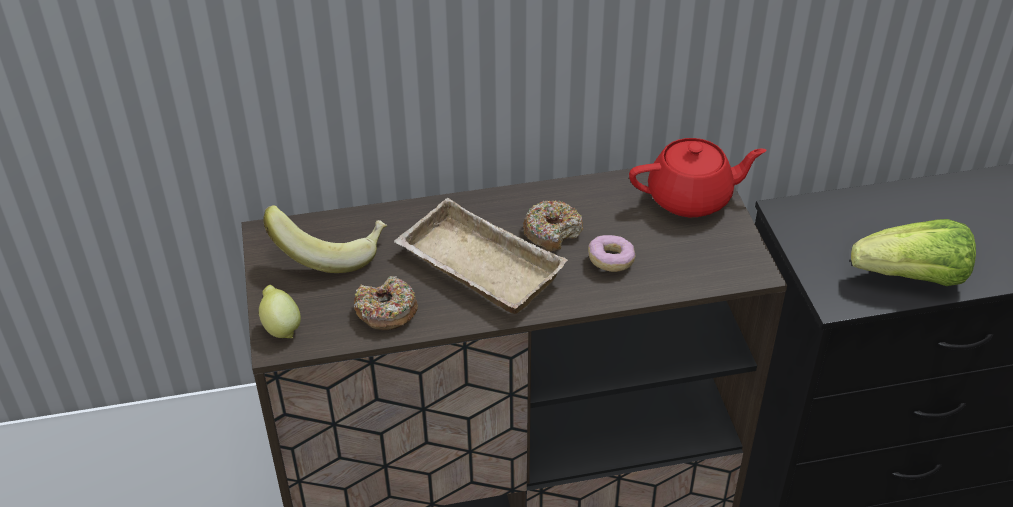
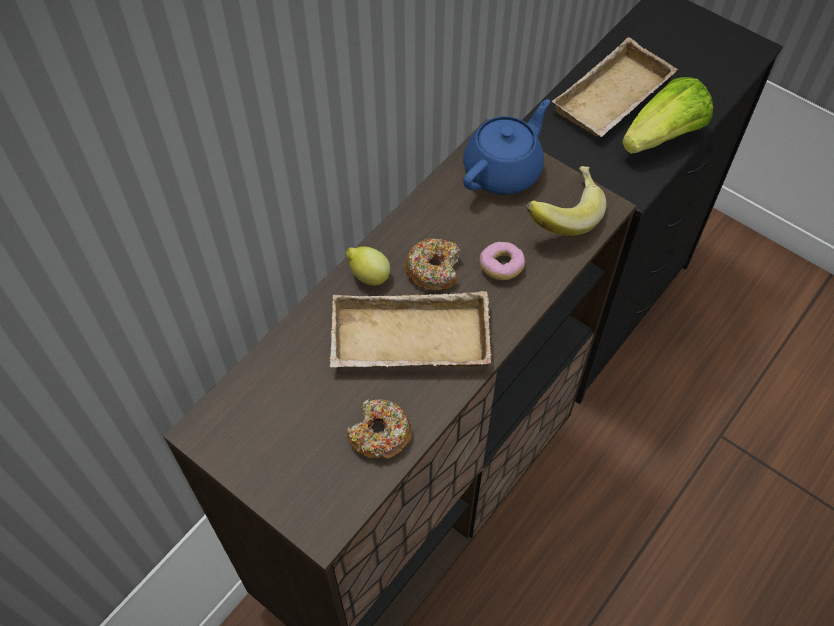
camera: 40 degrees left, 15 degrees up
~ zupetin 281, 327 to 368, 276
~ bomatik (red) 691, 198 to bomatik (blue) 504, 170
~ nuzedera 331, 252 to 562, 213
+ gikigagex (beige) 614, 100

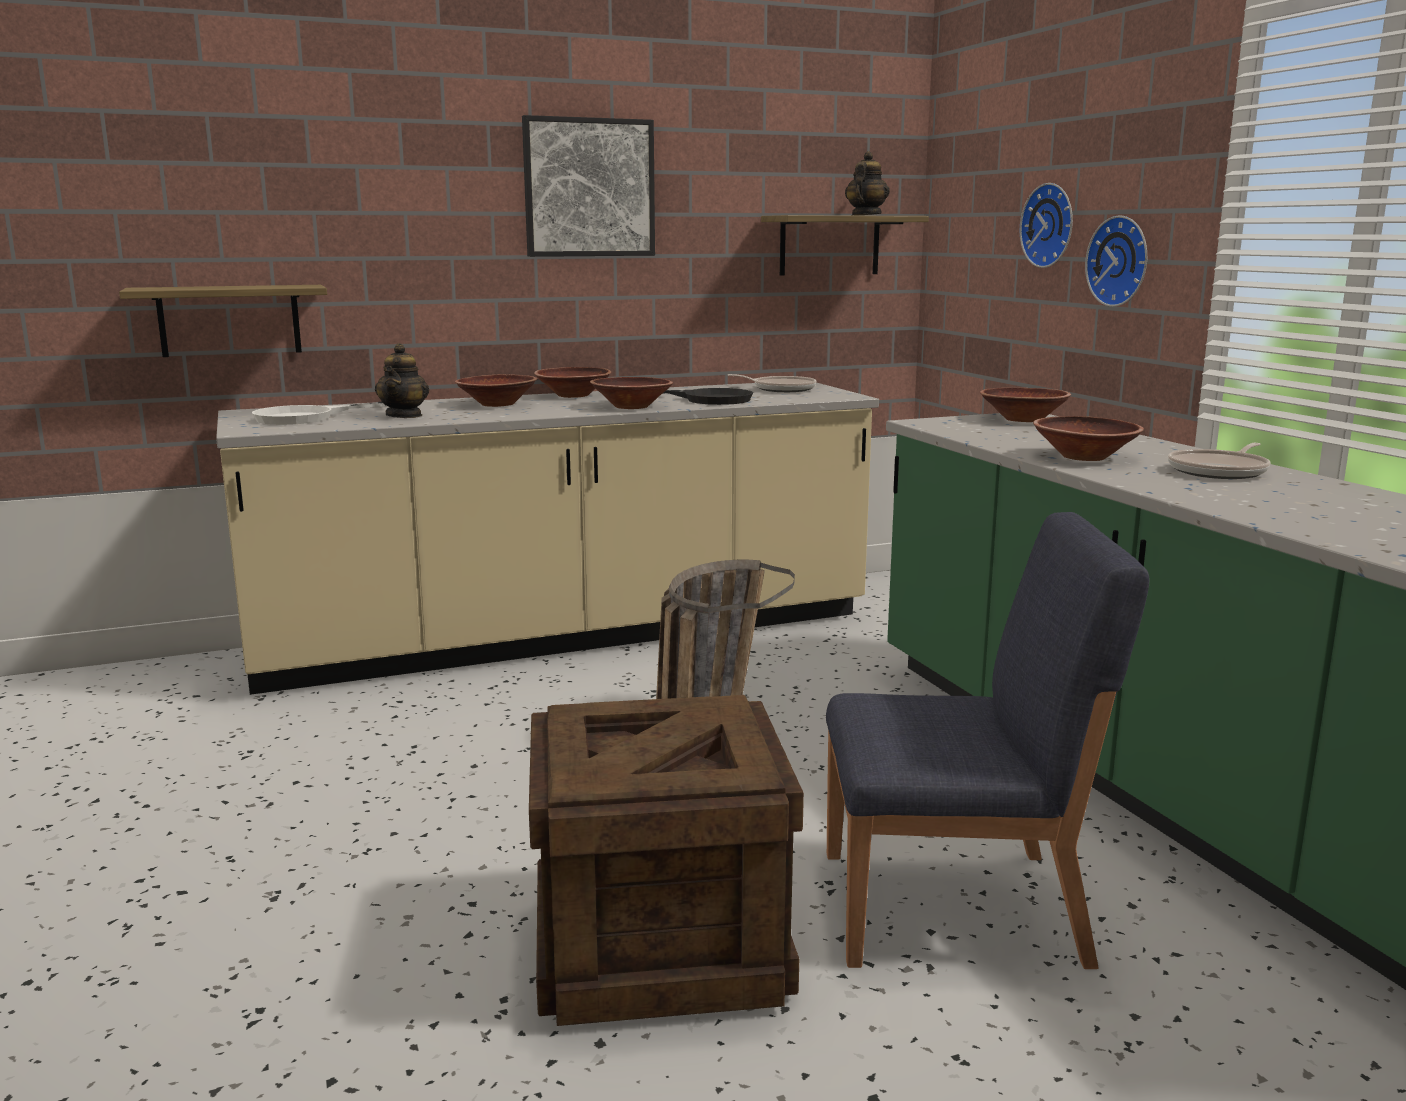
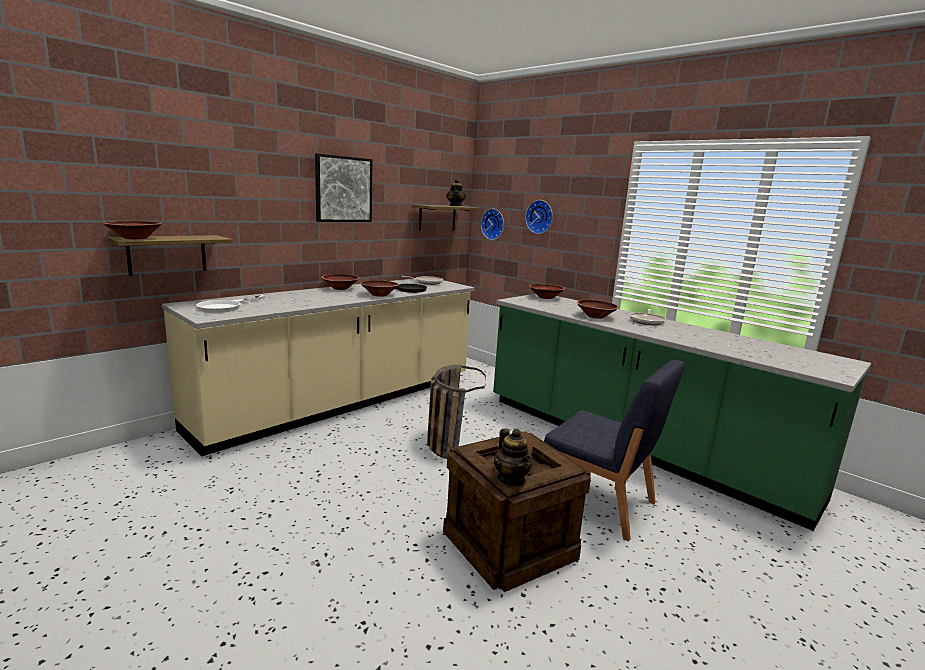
camera: 25 degrees left, 0 degrees up
~ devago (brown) 497, 404 to 135, 238
~ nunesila 1121, 261 to 493, 224
~ bomatik 404, 415 to 511, 479
~ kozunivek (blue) 956, 907 = 599, 503 60 degrees clockwise

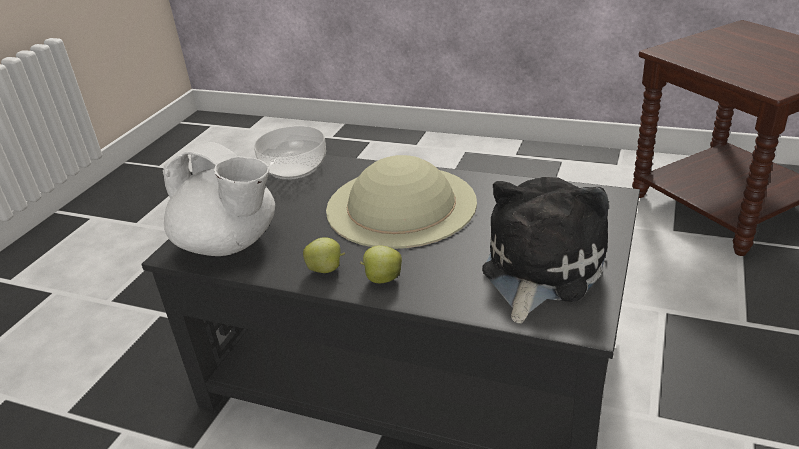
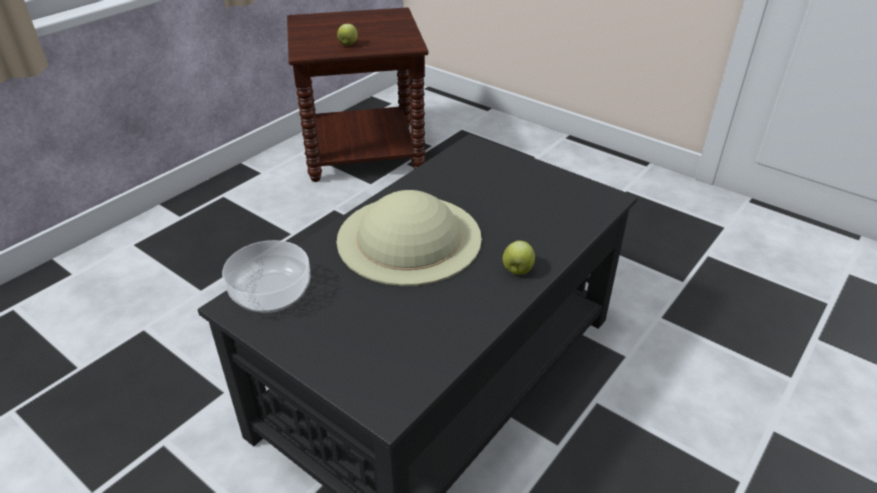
camera: 75 degrees left, 5 degrees up
~ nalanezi 326, 270 to 348, 44
- bomatik (white) 229, 244
- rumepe 539, 269

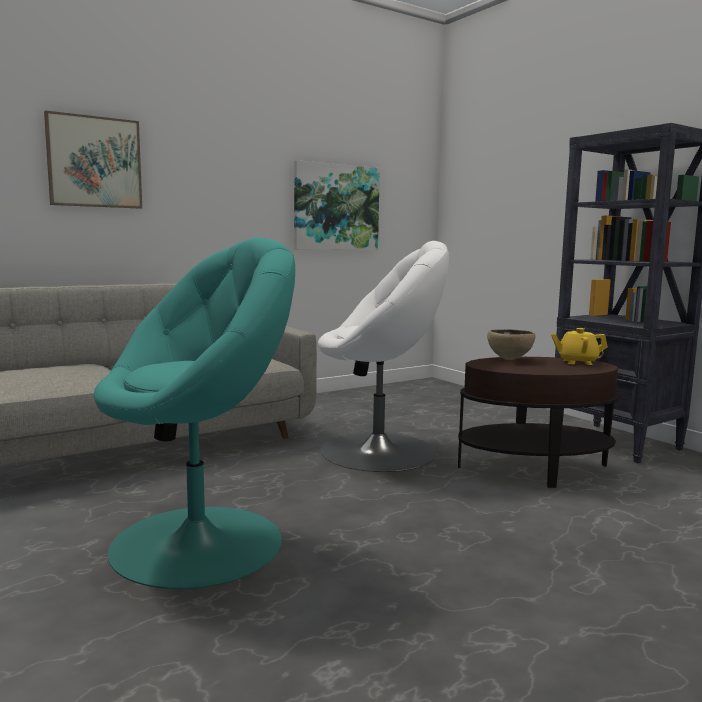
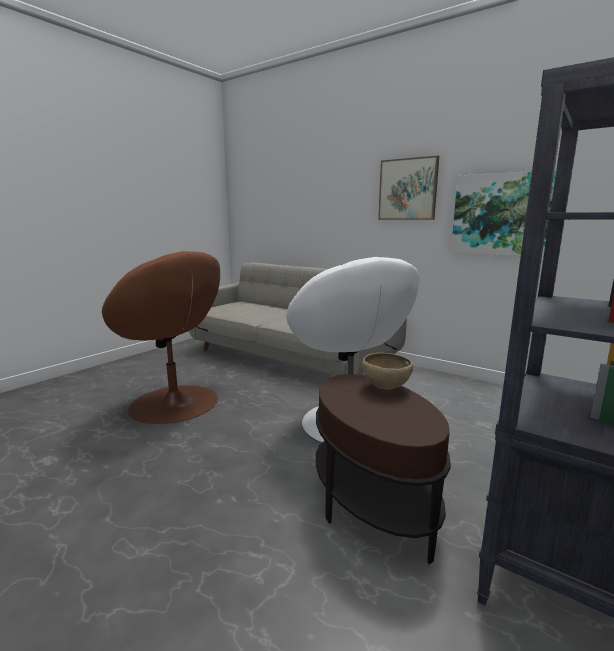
camera: 70 degrees right, 5 degrees up
~ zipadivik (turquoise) 200, 542 to zipadivik (brown) 175, 403
~ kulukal 94, 162 to 408, 189
- bomatik (yellow) 577, 362

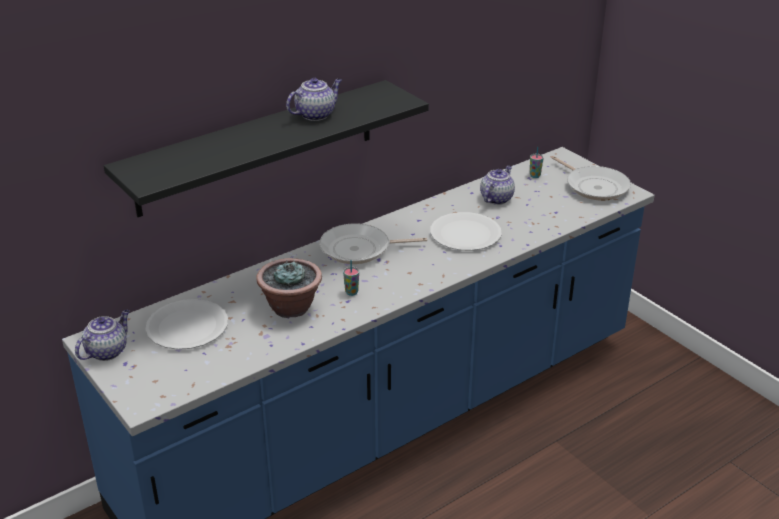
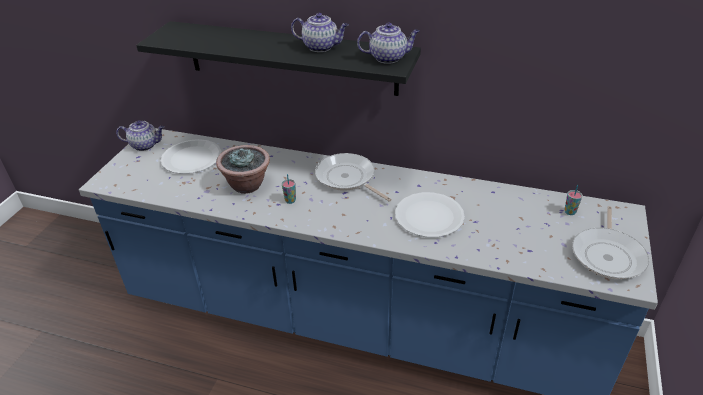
camera: 55 degrees right, 5 degrees up
~ bomatik 496, 198 to 388, 58

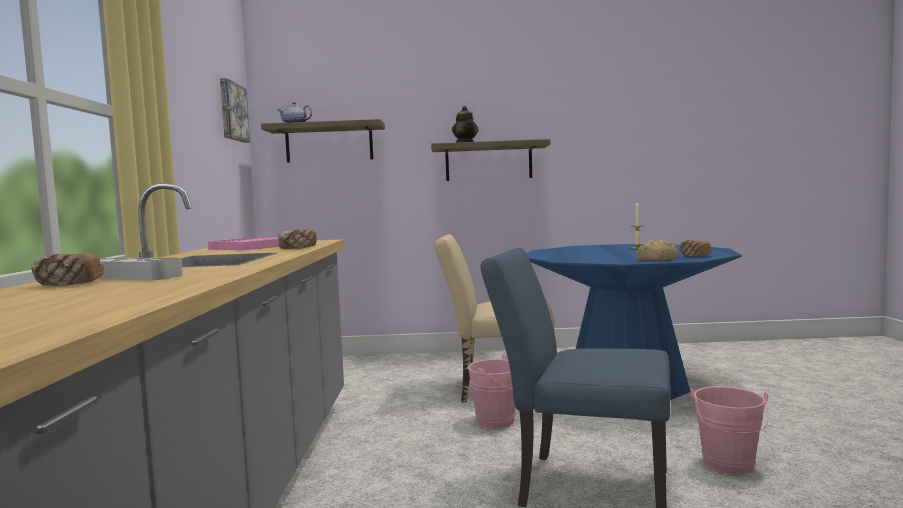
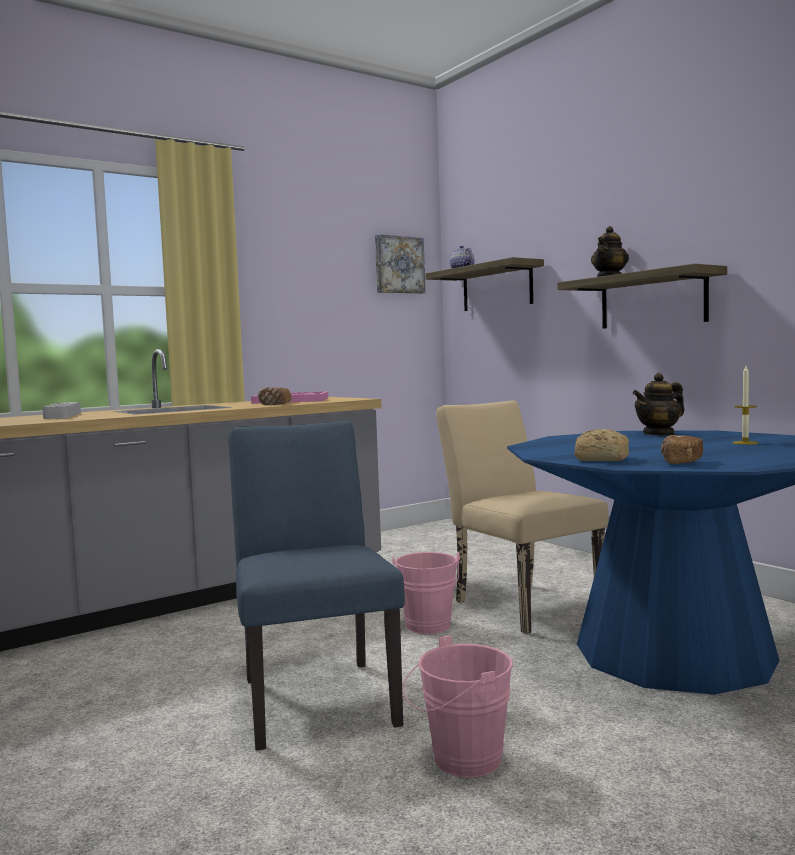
camera: 55 degrees right, 0 degrees up
+ bomatik 659, 434
- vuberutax 68, 284

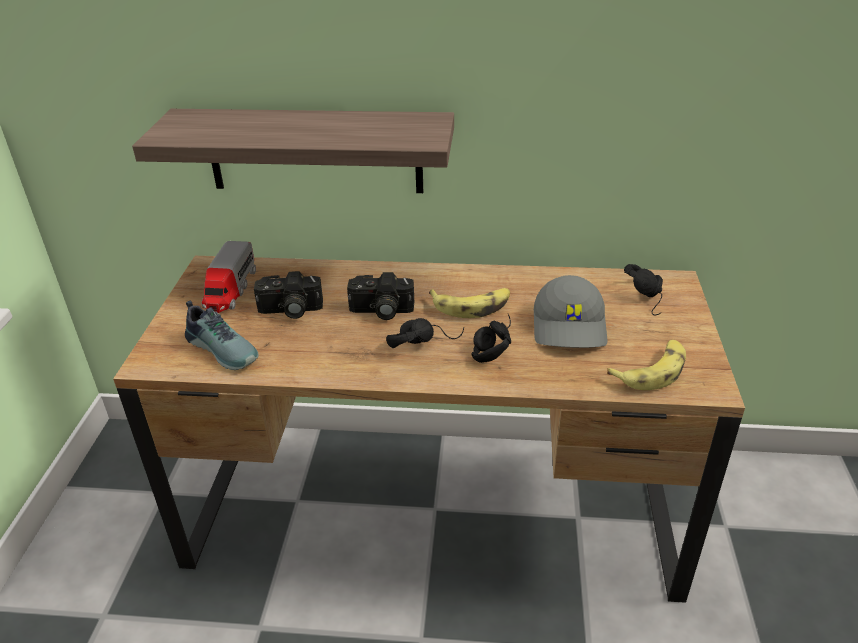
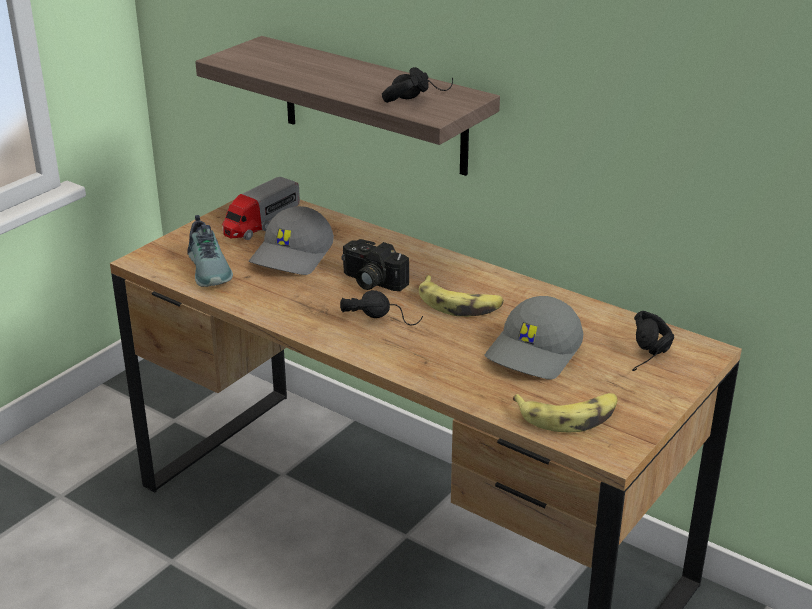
camera: 30 degrees right, 5 degrees down
~ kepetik 290, 310 to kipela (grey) 293, 256
~ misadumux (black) 491, 344 to 415, 97

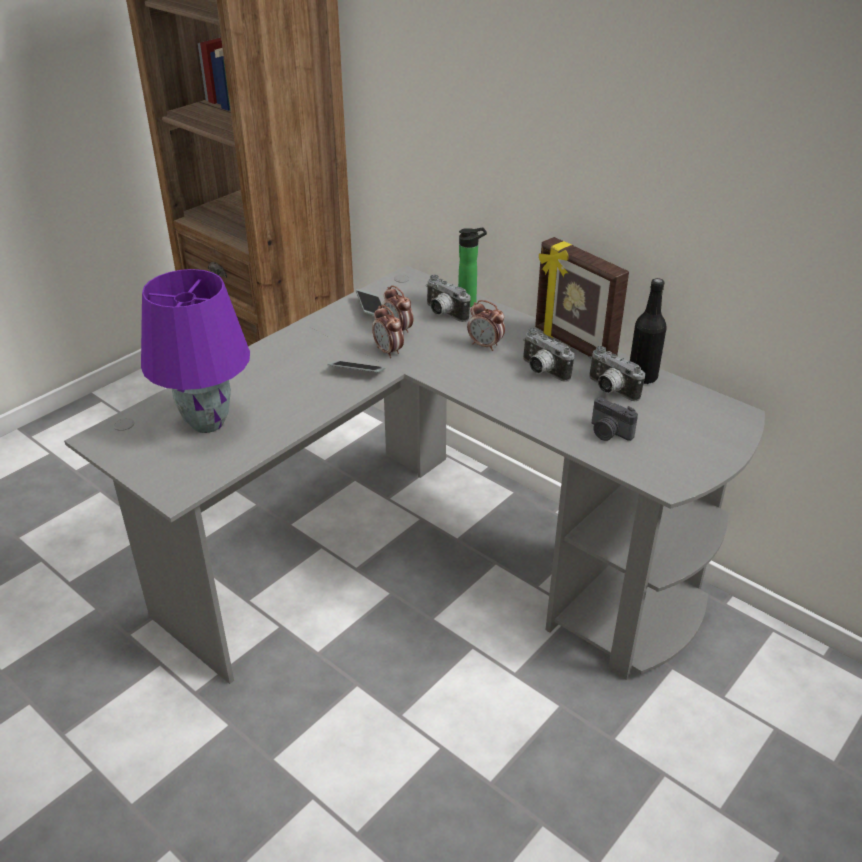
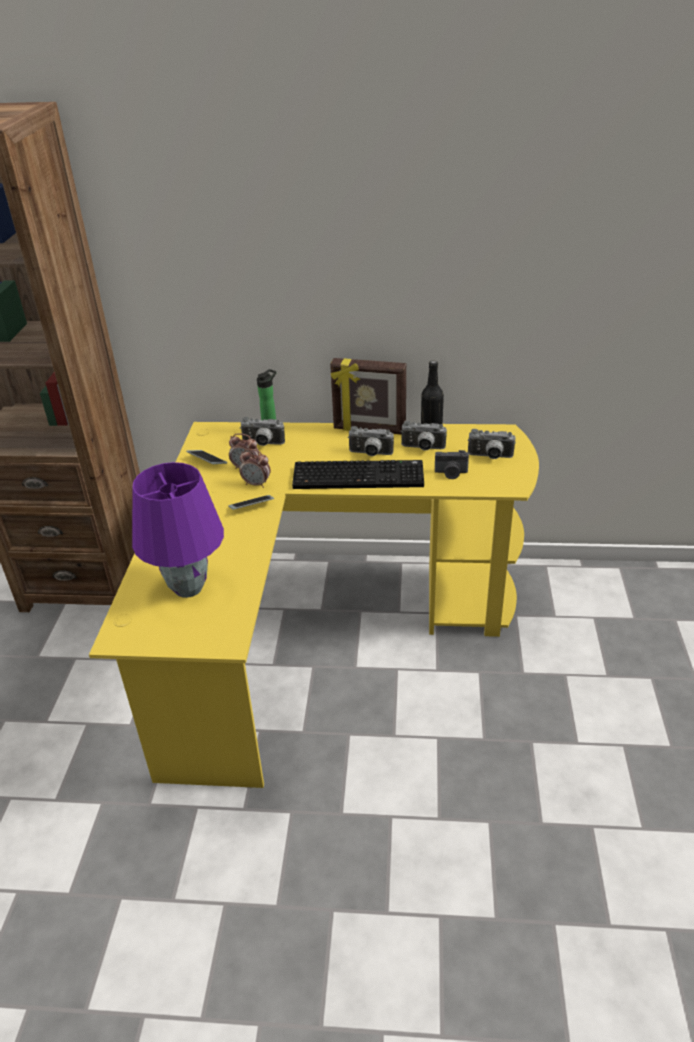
camera: 35 degrees left, 0 degrees up
~ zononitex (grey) 430, 560 to zononitex (yellow) 318, 632
+ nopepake 359, 475
+ kepetik 490, 457
- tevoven 485, 345

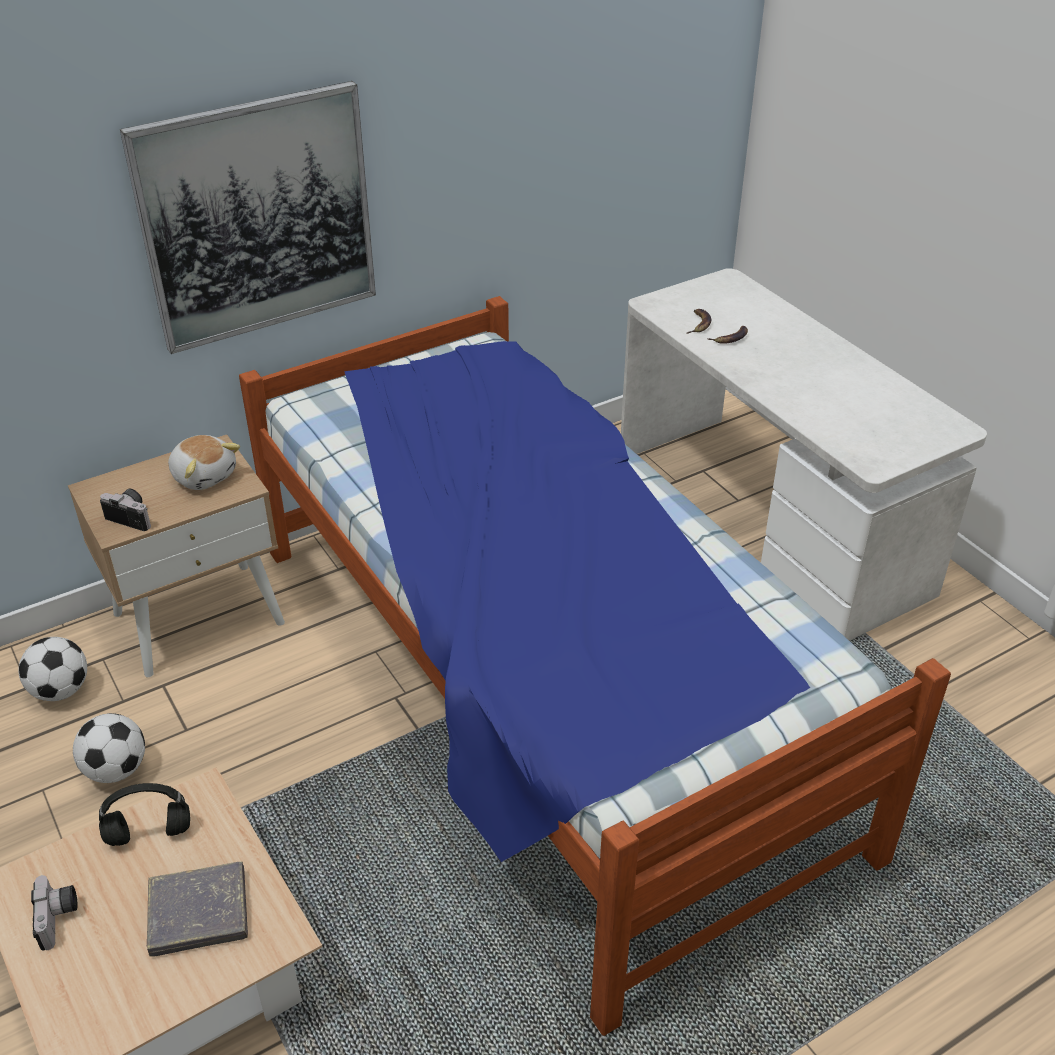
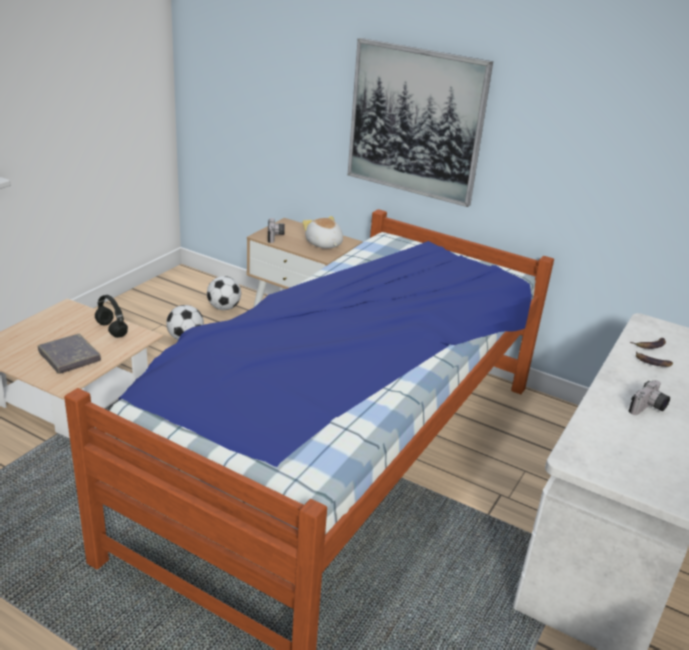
camera: 60 degrees right, 10 degrees down
~ rumepe 204, 475 = 323, 244 135 degrees clockwise
~ kepetik 59, 918 to 648, 409

